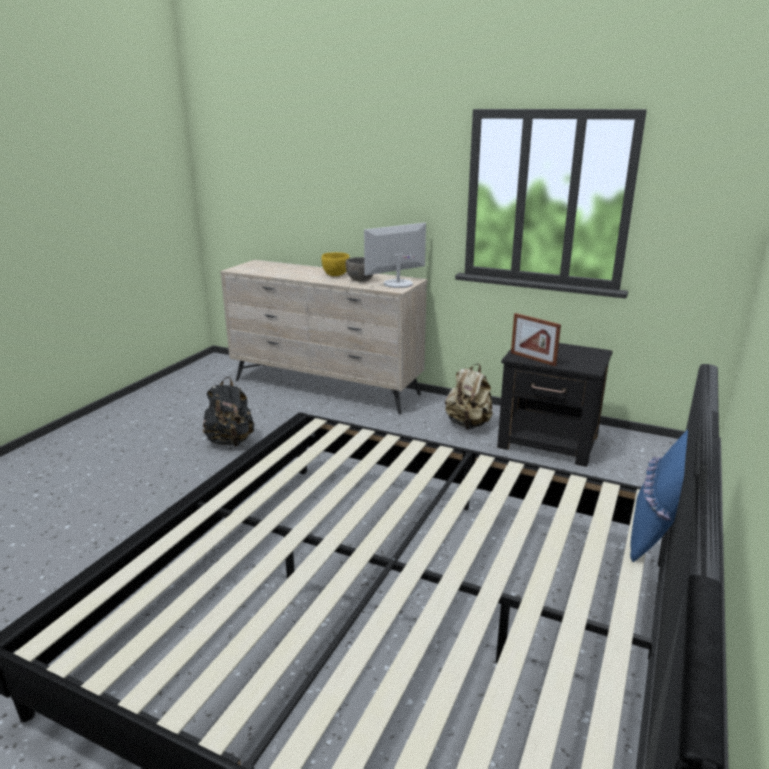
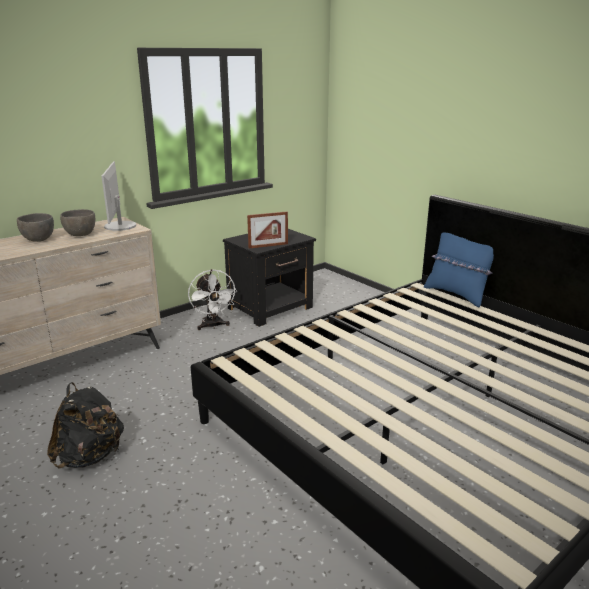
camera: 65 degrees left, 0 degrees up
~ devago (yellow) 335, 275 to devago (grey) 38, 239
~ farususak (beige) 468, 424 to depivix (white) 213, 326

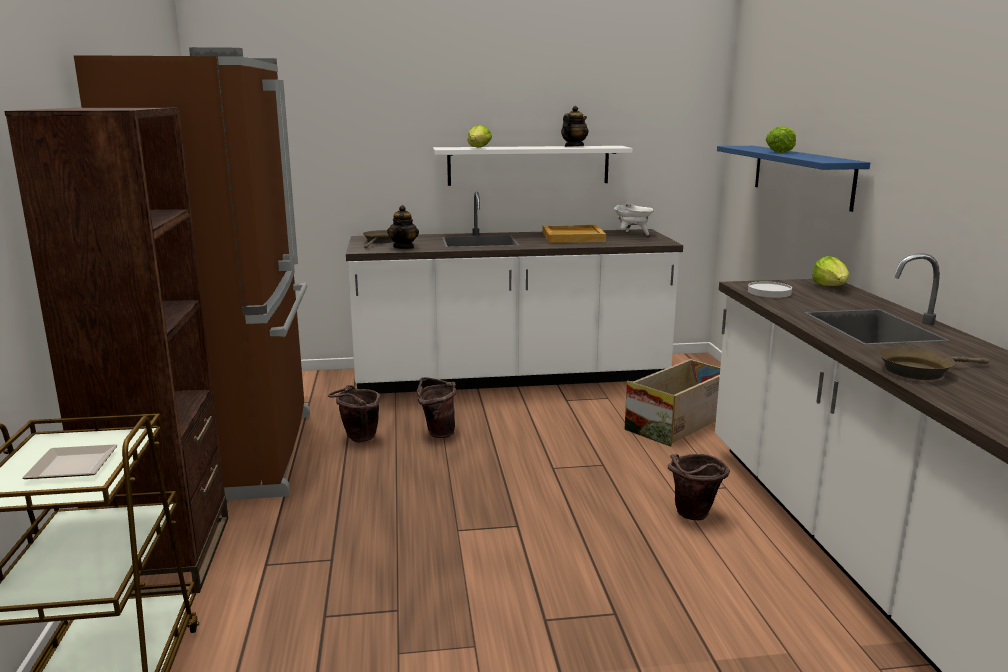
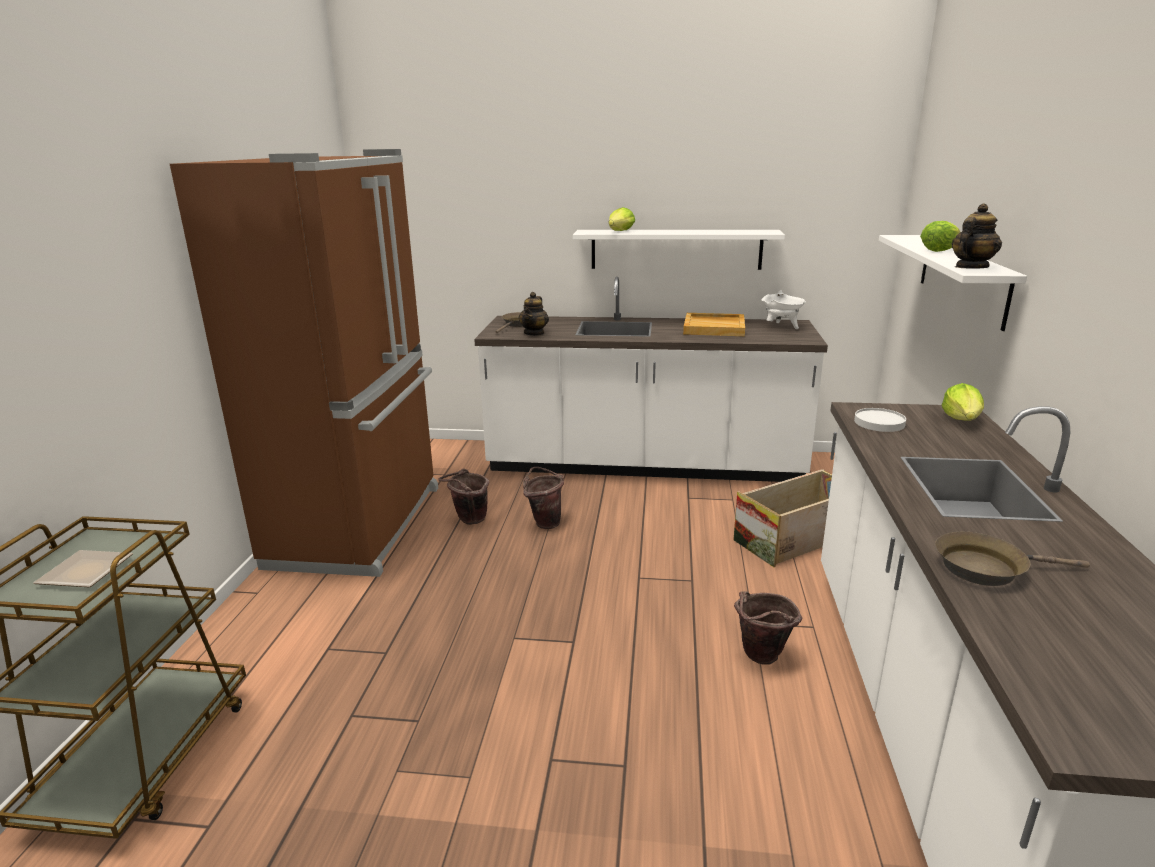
camera: 15 degrees right, 5 degrees up
~ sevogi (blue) 801, 175 to sevogi (white) 962, 278
~ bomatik 573, 146 to 971, 267
- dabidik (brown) 167, 556

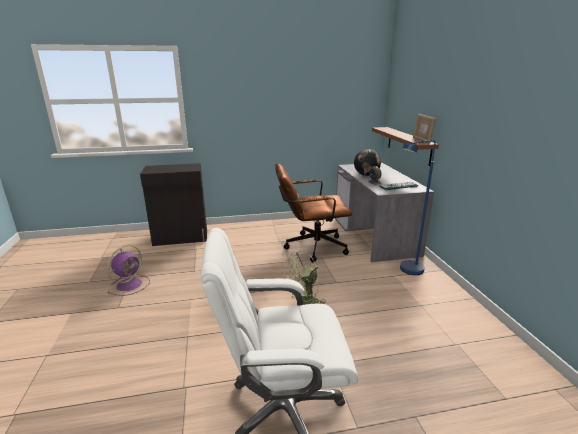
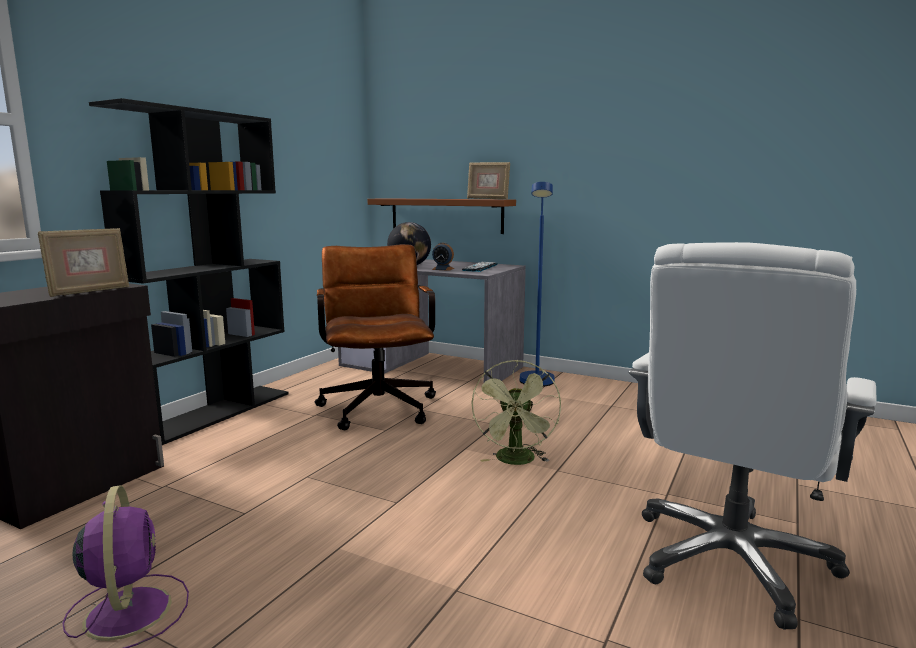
camera: 50 degrees left, 10 degrees down
+ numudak 89, 291
+ dabidik (black) 216, 412
~ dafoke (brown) 310, 247 = 378, 404 135 degrees clockwise

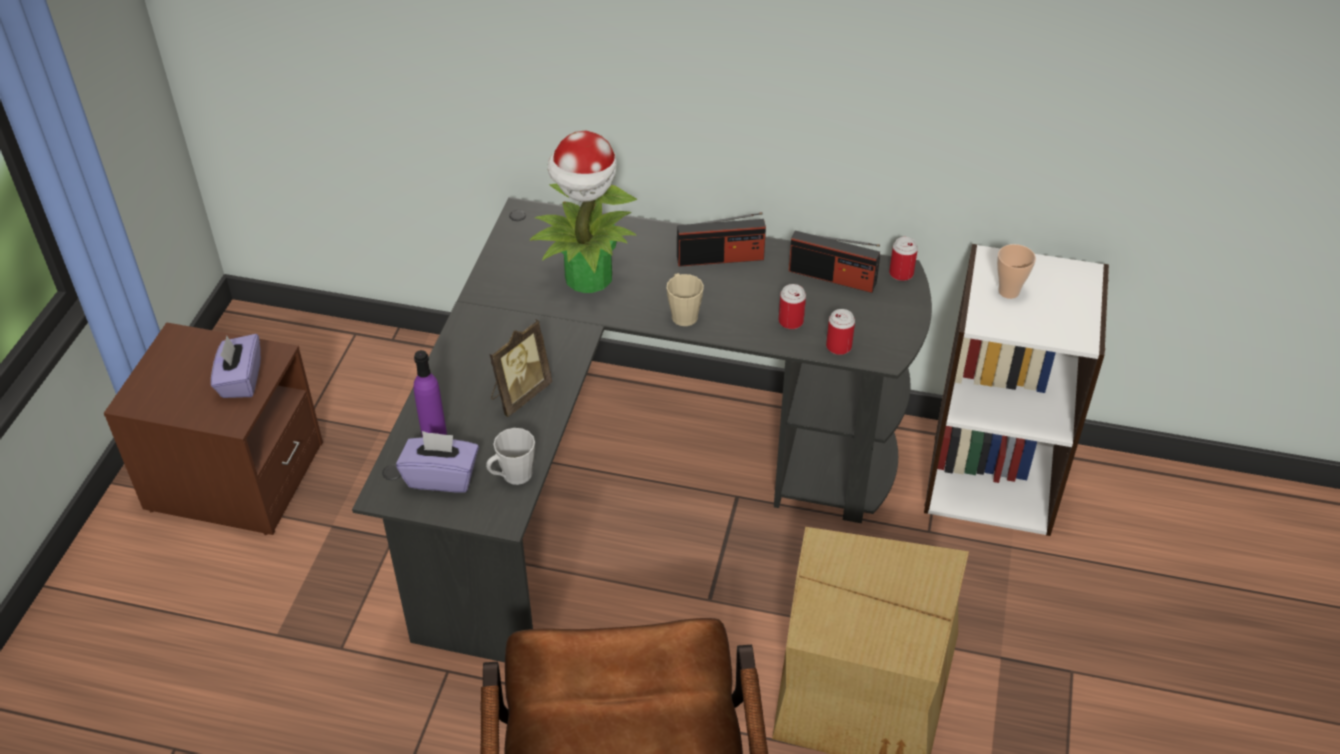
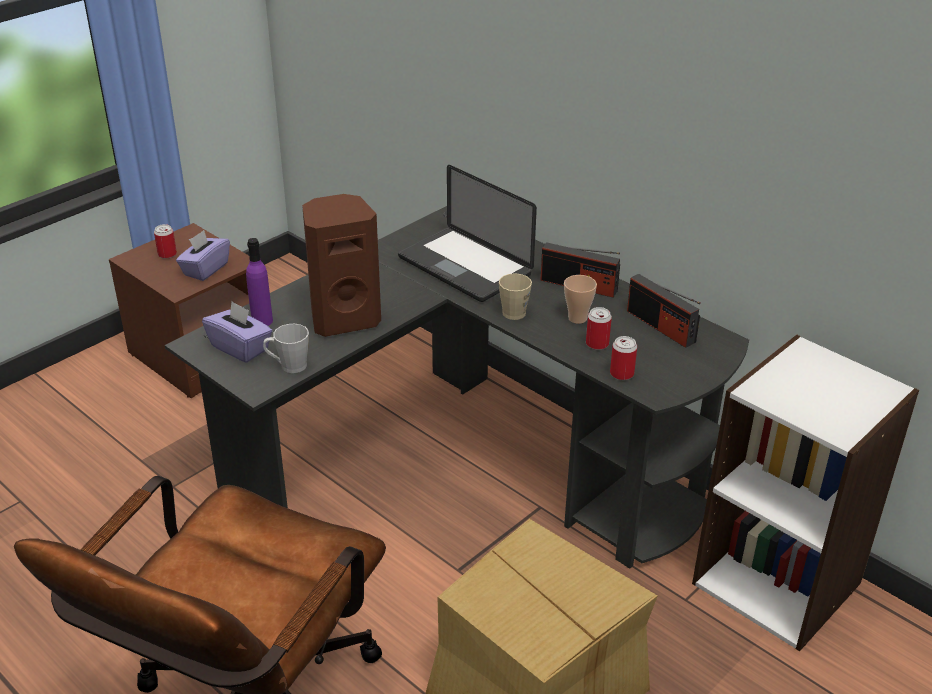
camera: 30 degrees right, 10 degrees down
~ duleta 901, 274 to 167, 254
~ numudak 519, 394 to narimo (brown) 343, 319
~ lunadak 588, 278 to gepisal 464, 266
~ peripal 1008, 291 to 577, 318

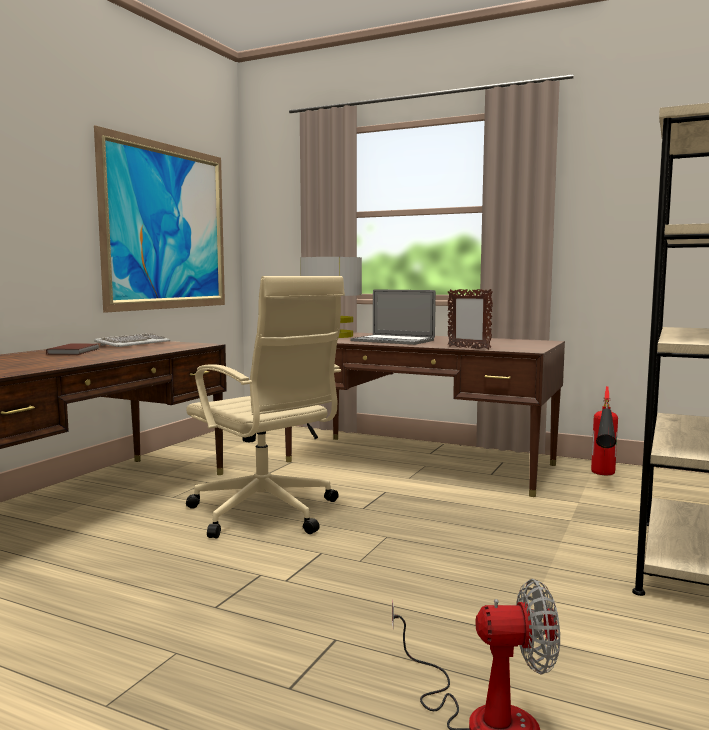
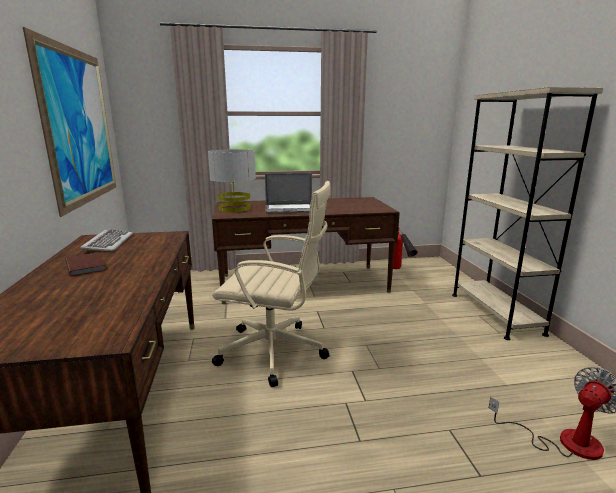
camera: 35 degrees left, 10 degrees up
- numudak 468, 348

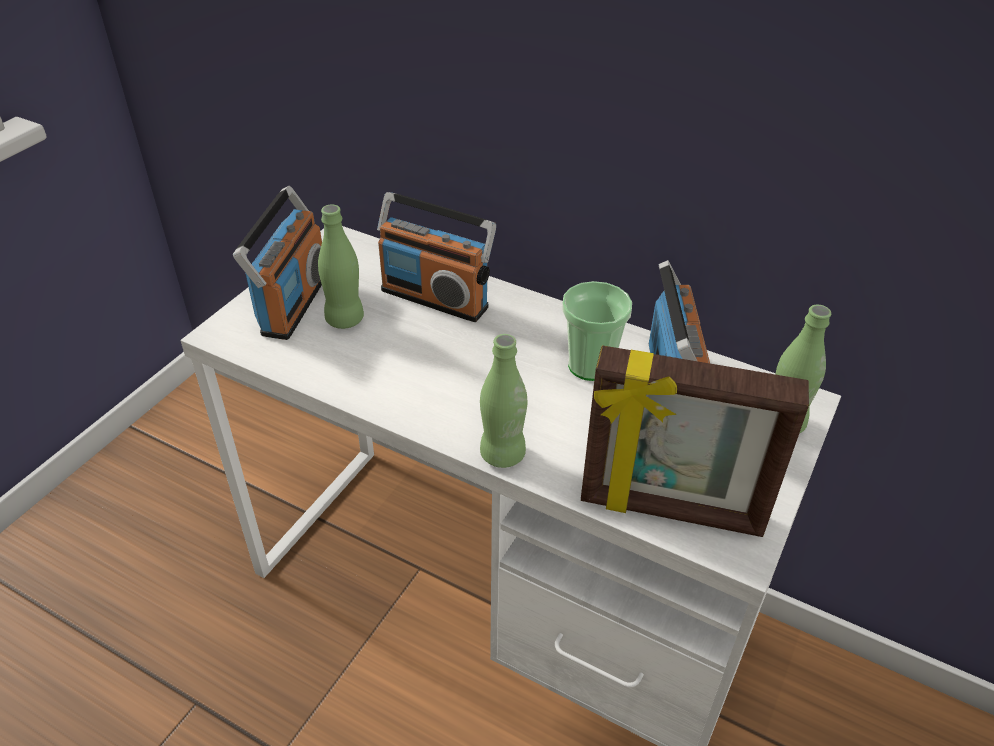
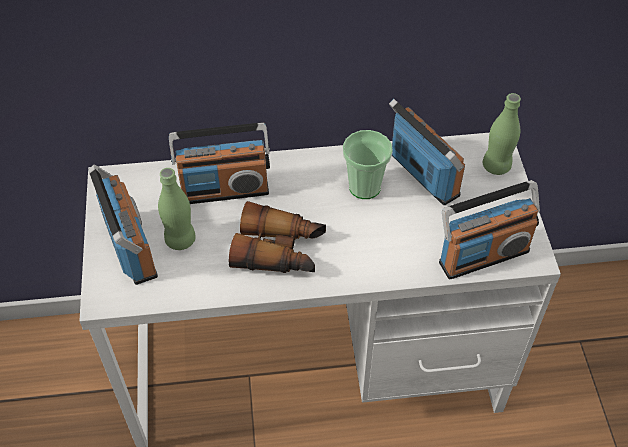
camera: 35 degrees left, 10 degrees up
+ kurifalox 280, 251
~ numudak 670, 511 to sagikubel 483, 255
- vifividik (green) 502, 454

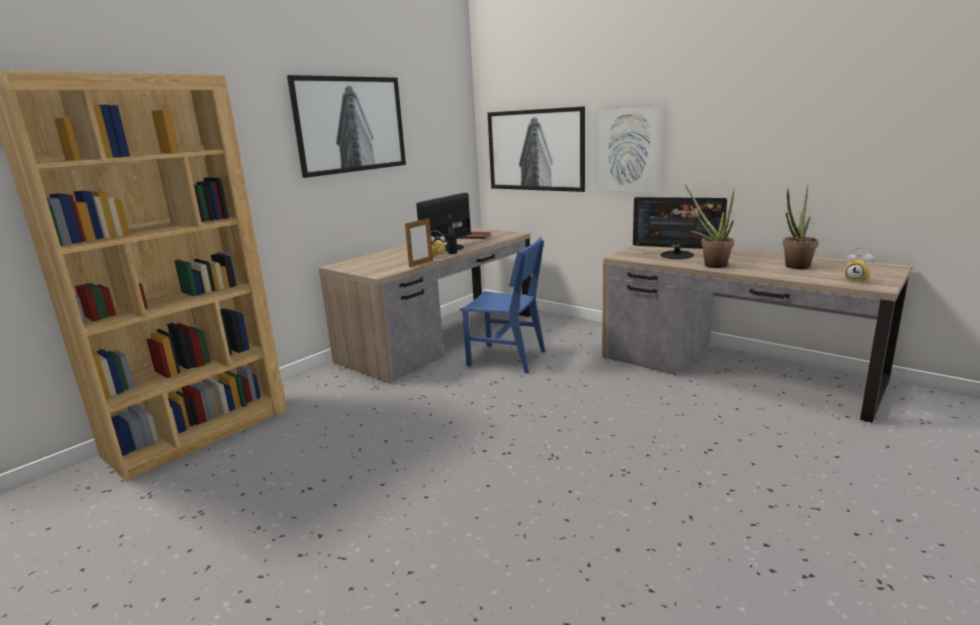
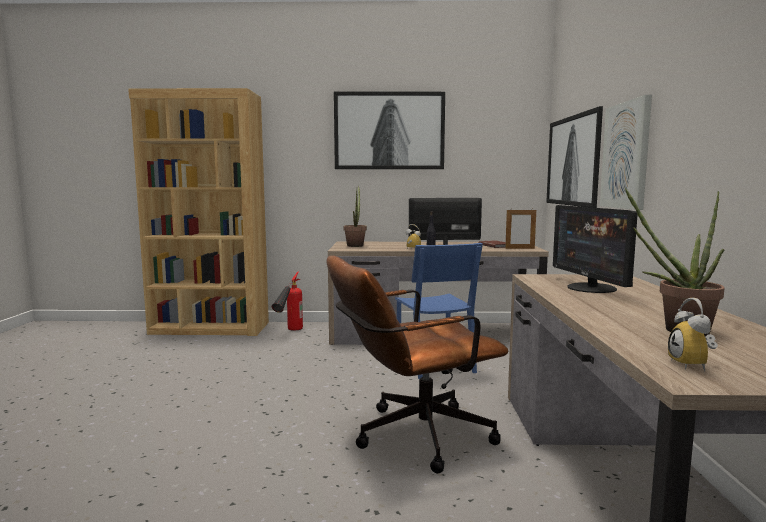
camera: 50 degrees right, 10 degrees down
+ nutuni 289, 332
+ dafoke (brown) 412, 437
~ lunadak 710, 264 to 355, 245
~ numudak 421, 263 to 520, 248

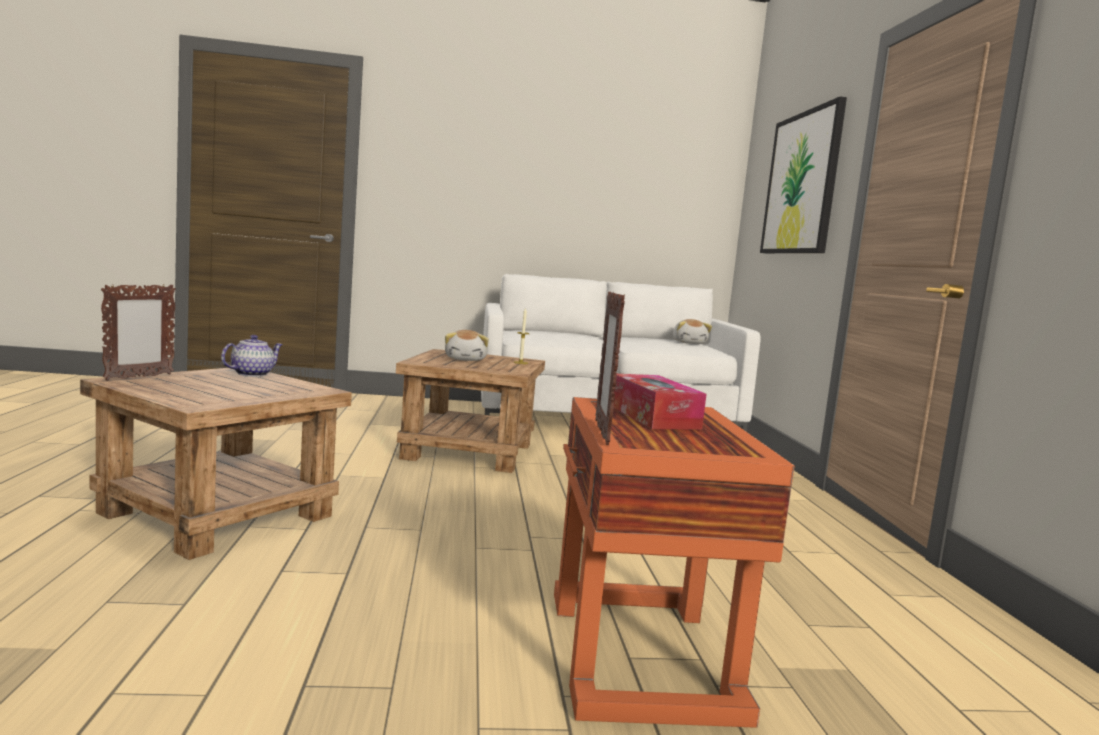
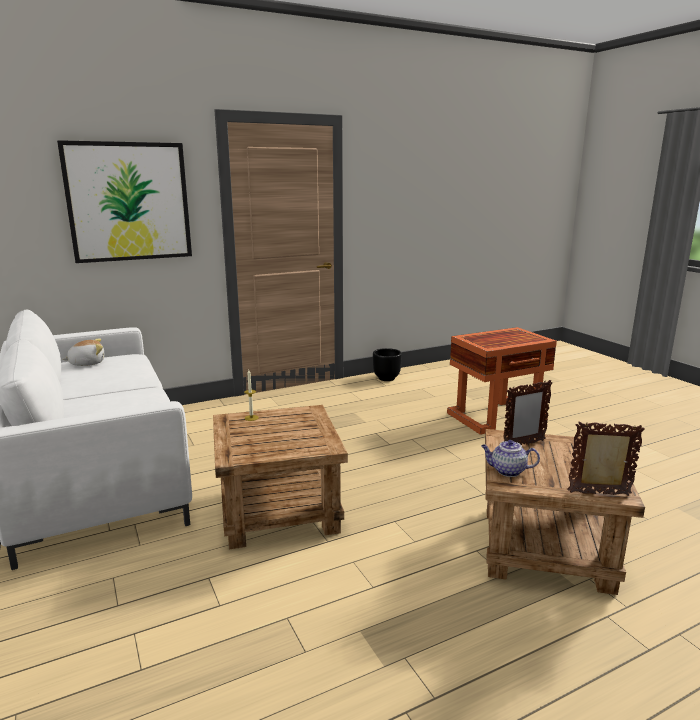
camera: 110 degrees left, 10 degrees up
+ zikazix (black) 387, 378
~ numudak 602, 432 to 523, 444
- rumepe 466, 359
- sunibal 653, 417

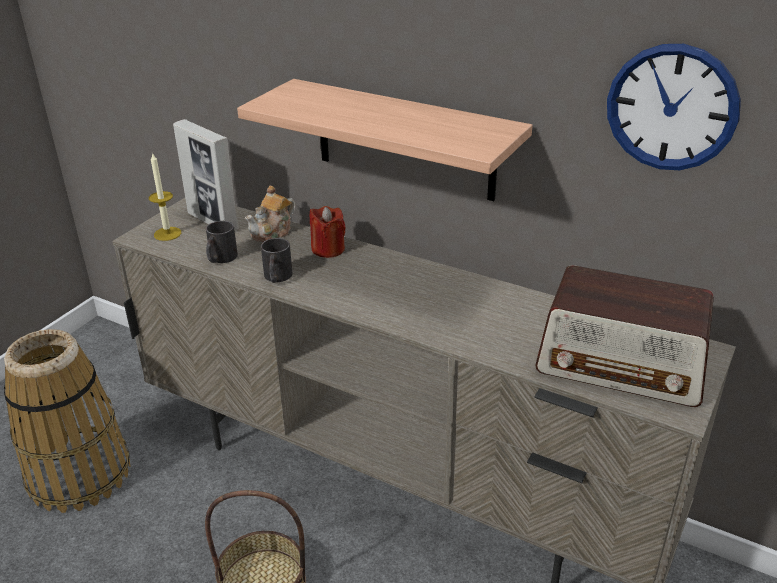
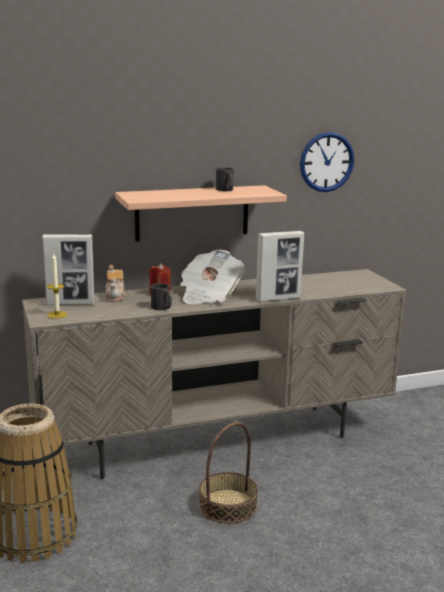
camera: 50 degrees left, 15 degrees down
+ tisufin 209, 295
~ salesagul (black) 220, 258 to 226, 190
+ numudak 278, 299
- sagikubel 622, 365

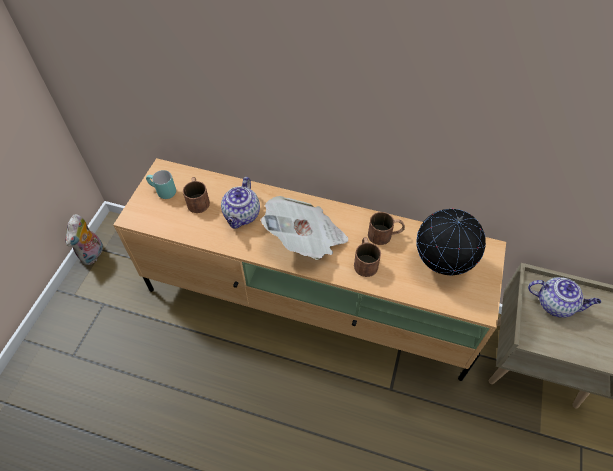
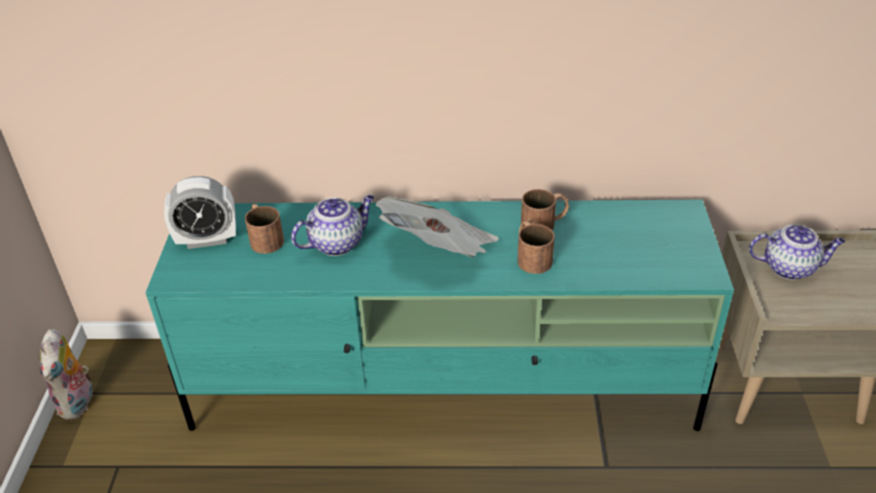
camera: 15 degrees left, 15 degrees down
~ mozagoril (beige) 309, 305 to mozagoril (turquoise) 446, 390
~ salesagul (turquoise) 162, 192 to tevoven 207, 240
~ bomatik 242, 216 = 337, 243 120 degrees counterclockwise
- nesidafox 441, 264

